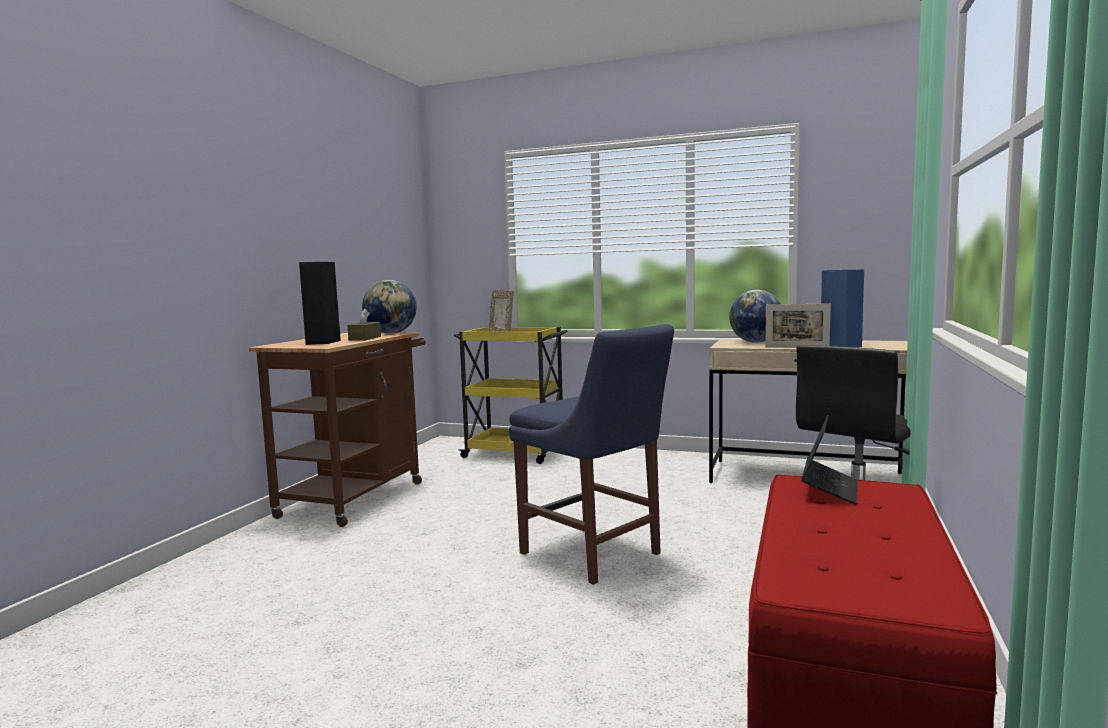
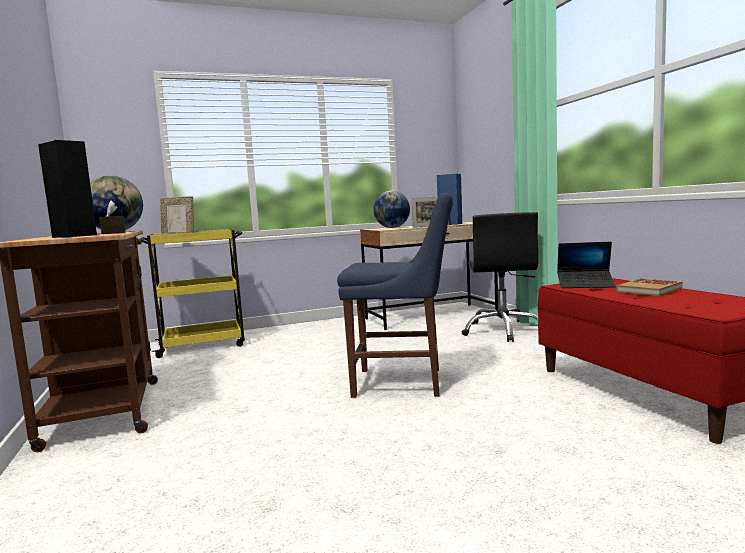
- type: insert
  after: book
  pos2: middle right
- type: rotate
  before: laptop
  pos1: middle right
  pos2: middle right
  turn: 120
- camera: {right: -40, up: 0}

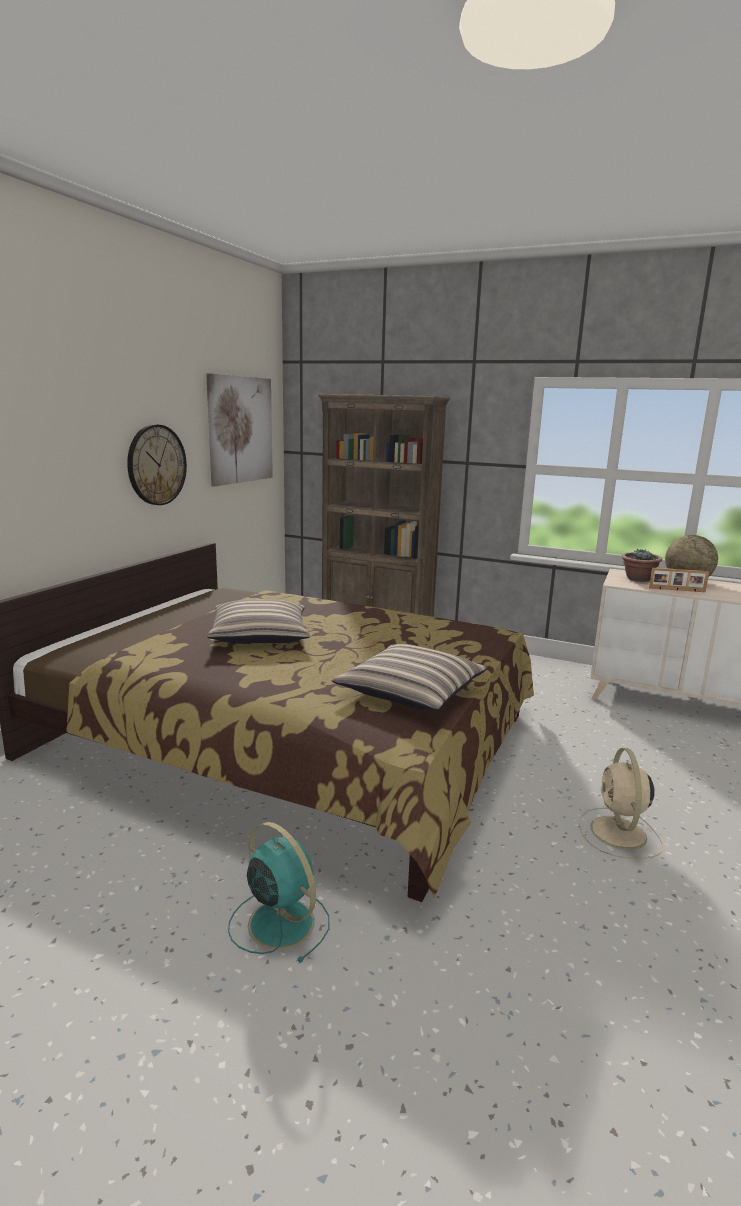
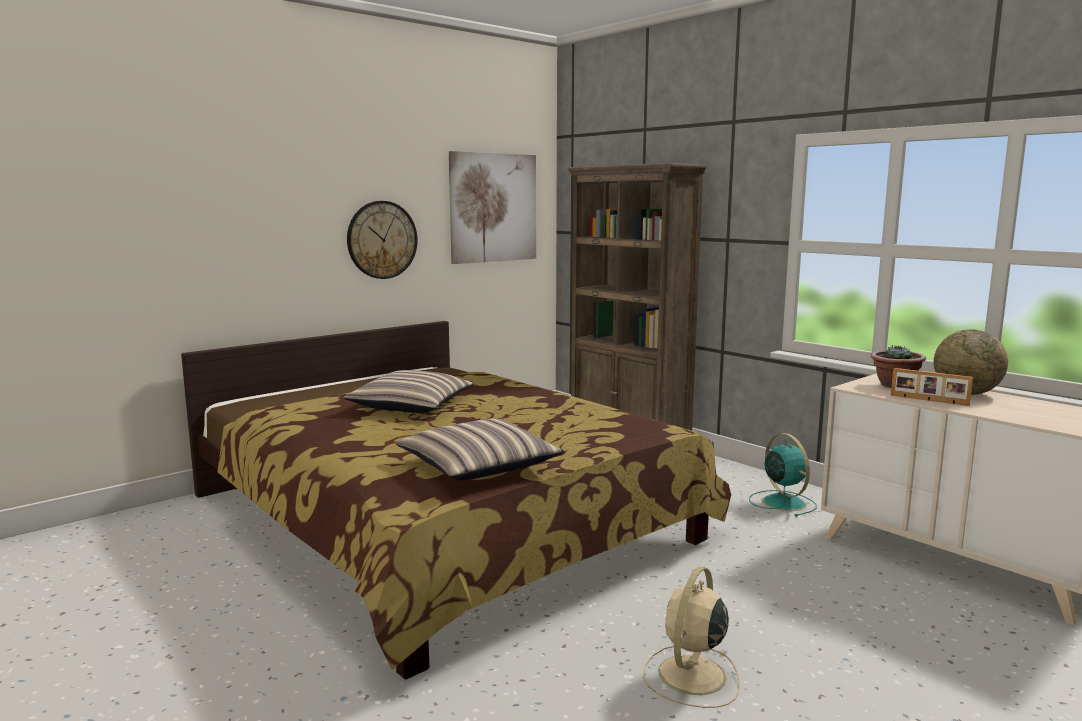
- type: move
  before: turquoise_fan
  pos1: bottom centre
  pos2: middle right
- camera: {right: 25, up: -5}

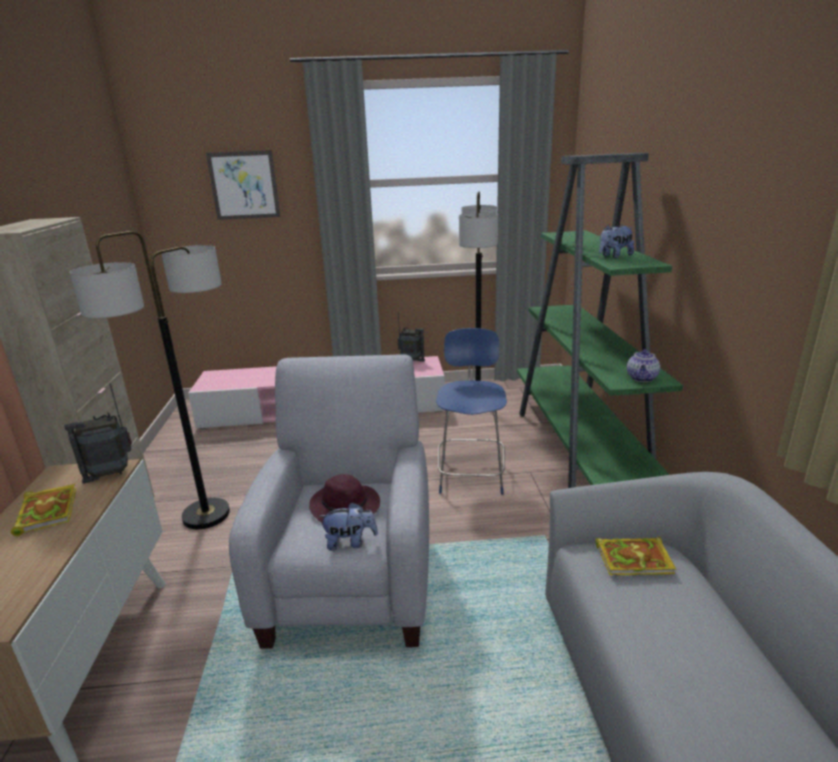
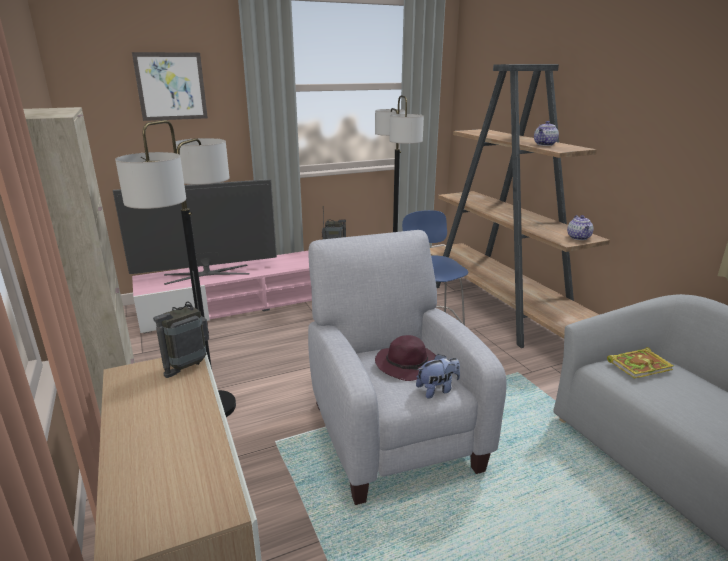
- type: delete
  before: book (1st from left)
  pos1: bottom left
- type: insert
  after: television
  pos2: middle left
- type: replace
  before: plush_toy (2nd from left)
  after: teapot (1st from left)
  pos1: top right
  pos2: top right
- type: recolor
  before: green_bookcase
  after: brown_bookcase
  pos1: middle right
  pos2: middle right
- camera: {right: -20, up: 0}

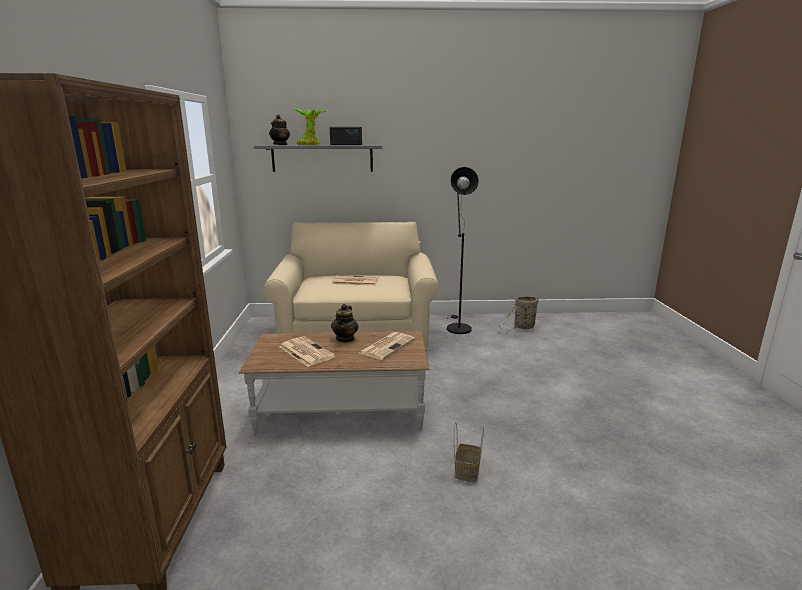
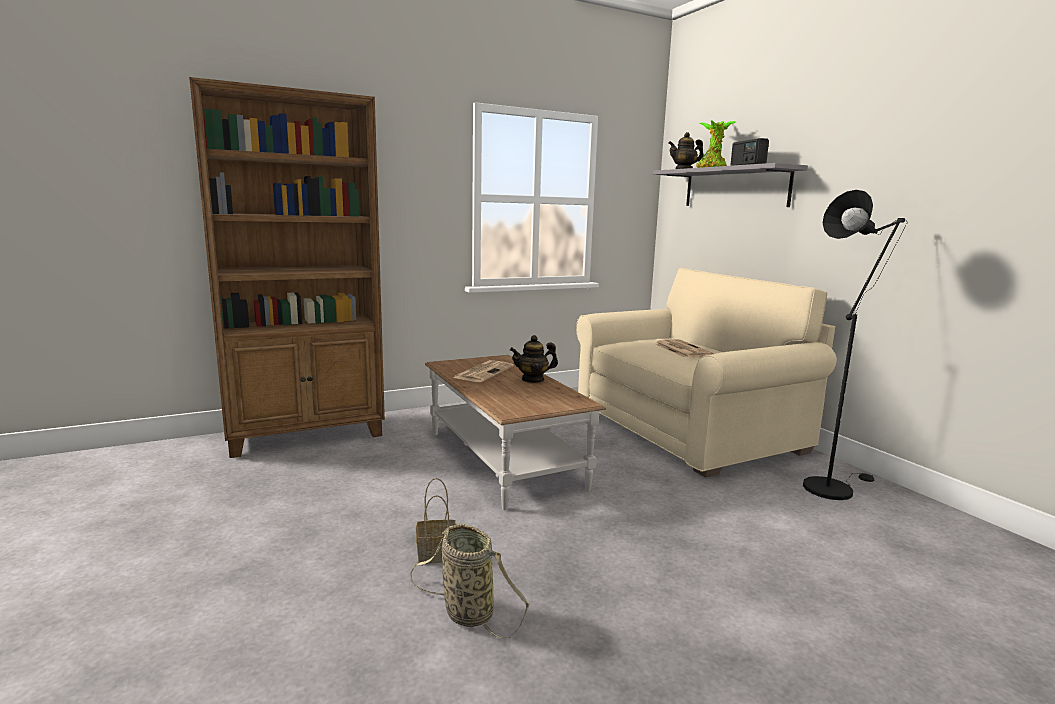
- type: delete
  before: newspaper (3rd from left)
  pos1: centre
- type: move
  before: basket (2nd from left)
  pos1: centre
  pos2: bottom centre
- camera: {right: 65, up: -5}

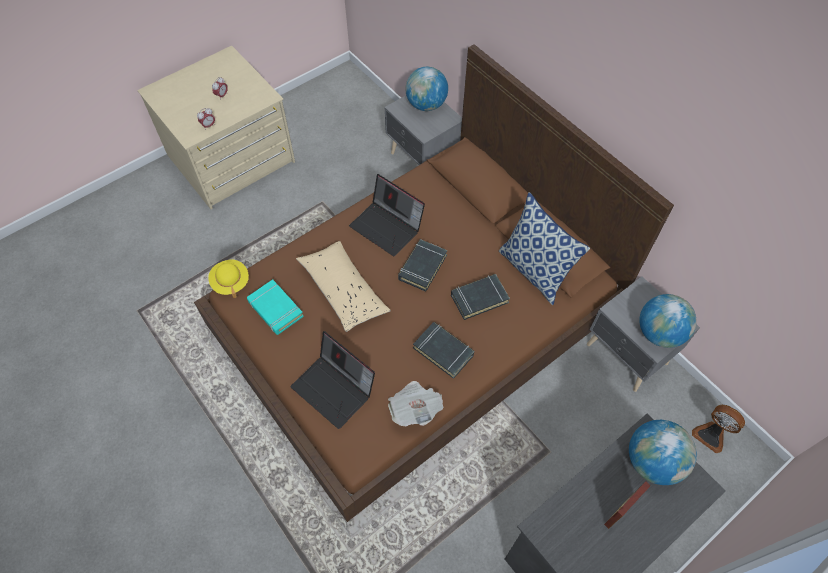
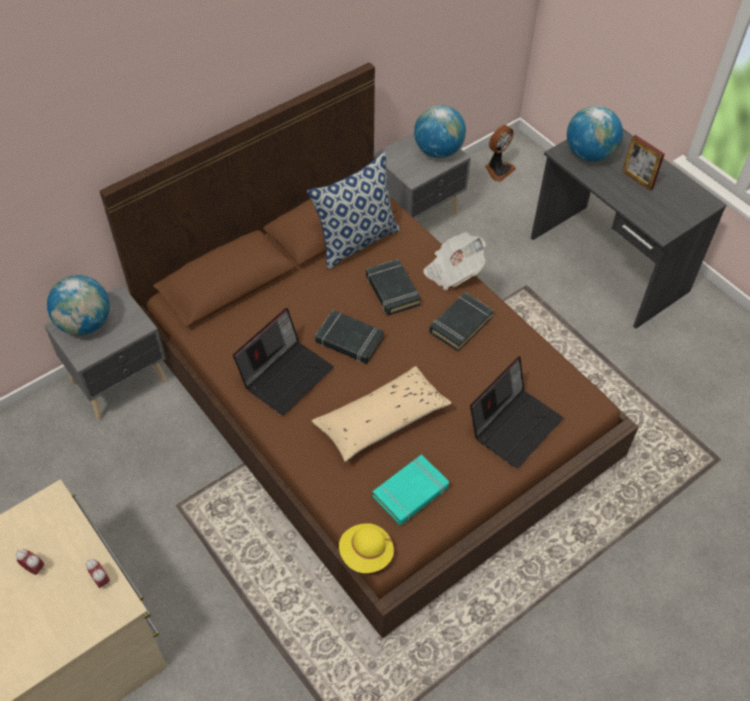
- type: move
  before: newspaper
  pos1: bottom centre
  pos2: centre
- camera: {right: -90, up: -5}

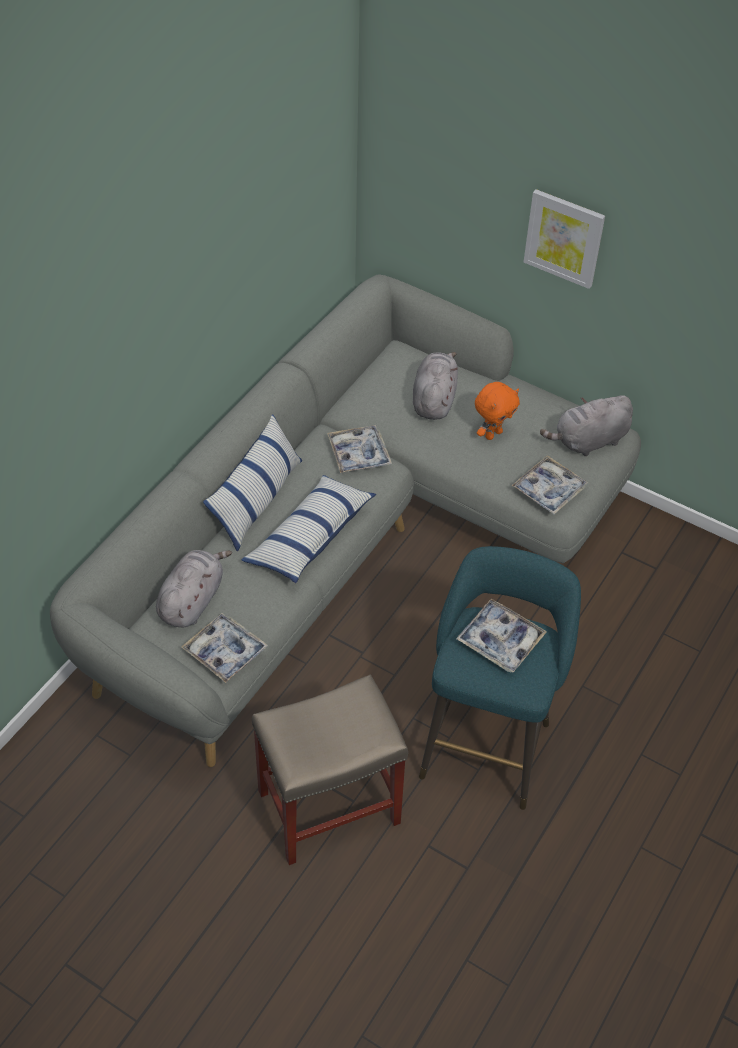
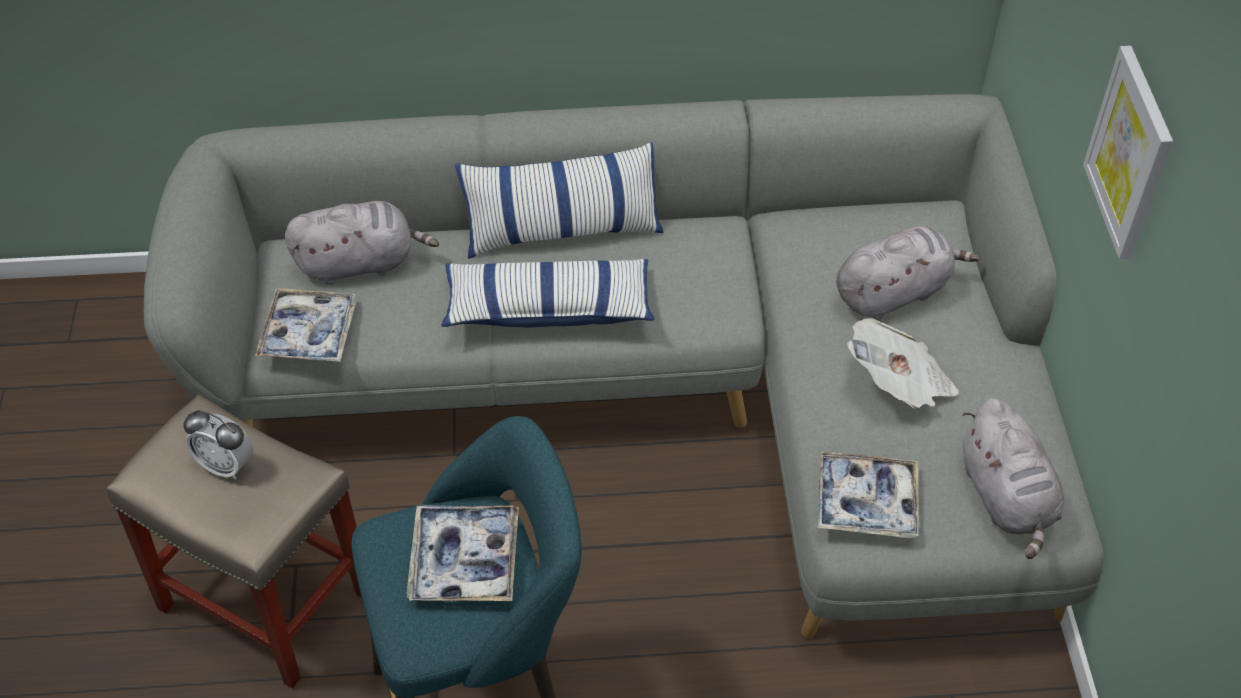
- type: delete
  before: tray (2nd from left)
  pos1: centre
- type: insert
  after: alarm_clock
  pos2: middle left
- type: replace
  before: orange_plush_toy
  after: newspaper
  pos1: middle right
  pos2: middle right
- type: rotate
  before: grey_plush_toy (3rd from left)
  pos1: middle right
  pos2: bottom right
  turn: -135
- camera: {right: 55, up: 0}

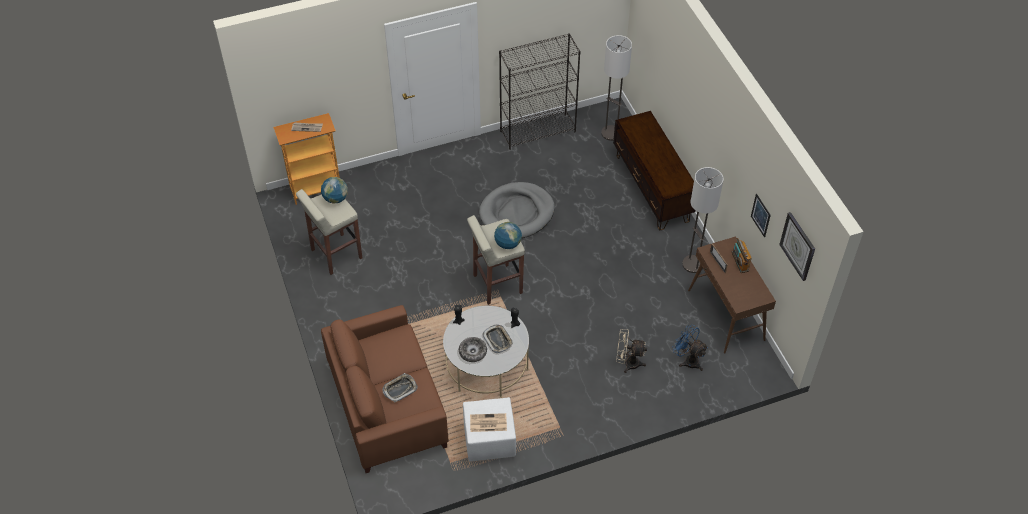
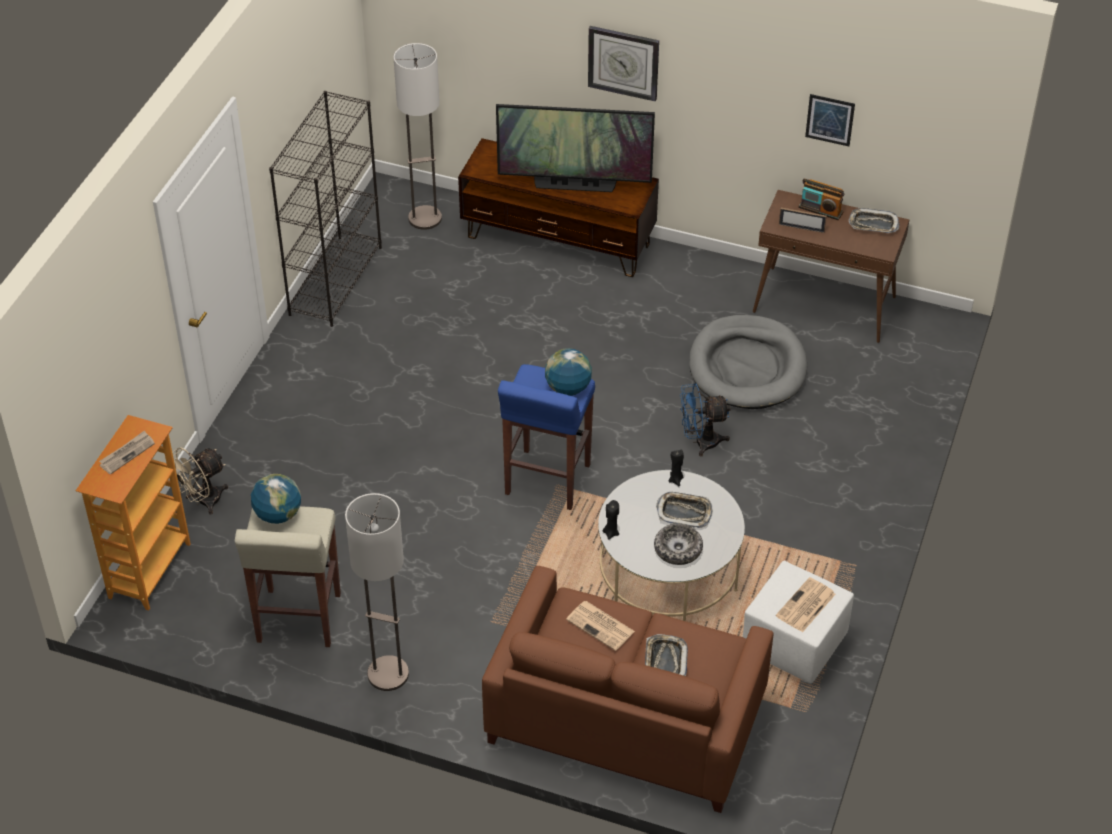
- type: insert
  after: television
  pos2: top centre
- type: insert
  after: newspaper (2nd from left)
  pos2: bottom centre
- type: insert
  after: tray (3rd from left)
  pos2: top right
- type: move
  before: grey_dog_bed
  pos1: centre
  pos2: middle right
- type: move
  before: beige_fan
  pos1: bottom centre
  pos2: middle left
- type: move
  before: blue_fan
  pos1: bottom right
  pos2: centre
- type: move
  before: floor_lamp (2nd from left in the first image)
  after: floor_lamp (1st from left)
  pos1: middle right
  pos2: bottom centre
- type: move
  before: wall_clock
  pos1: middle right
  pos2: top centre
- type: recolor
  before: beige_stool (2nd from left)
  after: blue_stool
  pos1: centre
  pos2: centre
- camera: {right: -50, up: -5}

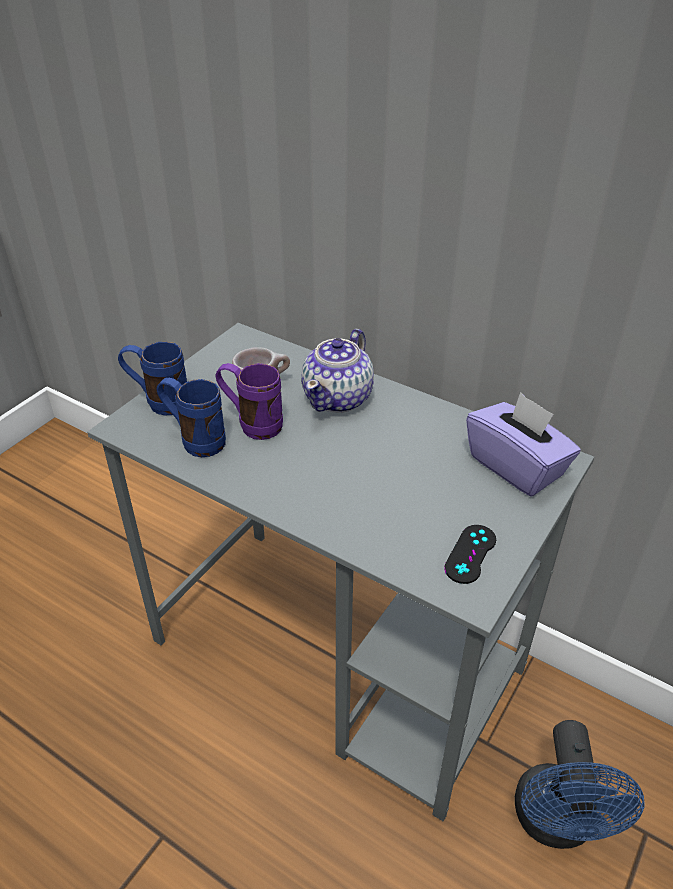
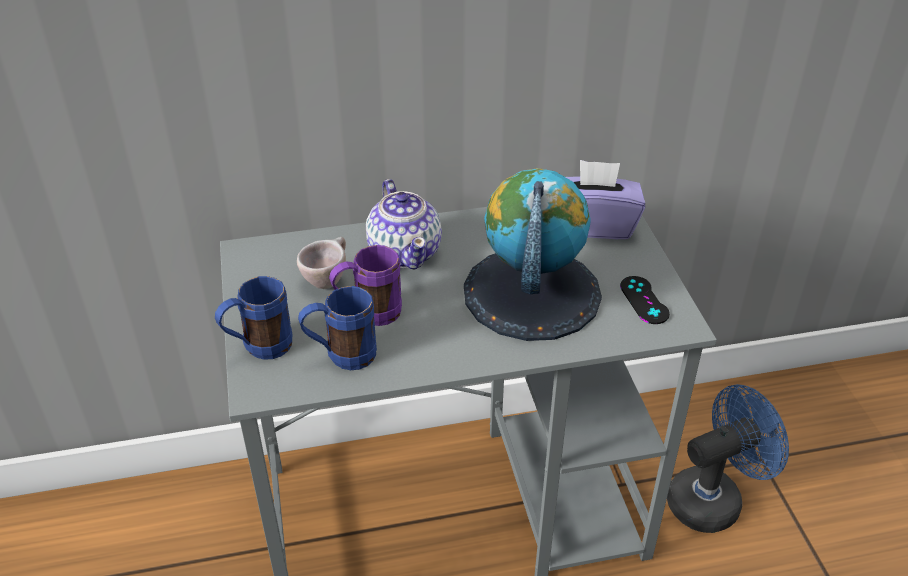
- type: insert
  after: globe
  pos2: centre
- type: rotate
  before: blue_fan
  pos1: bottom right
  pos2: bottom right
  turn: -75
- camera: {right: -45, up: 0}

